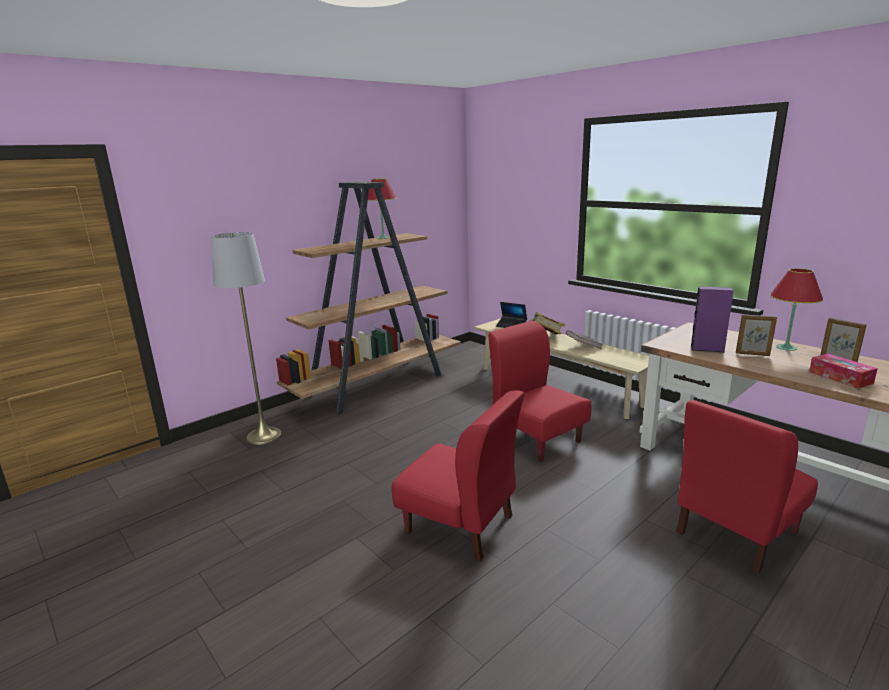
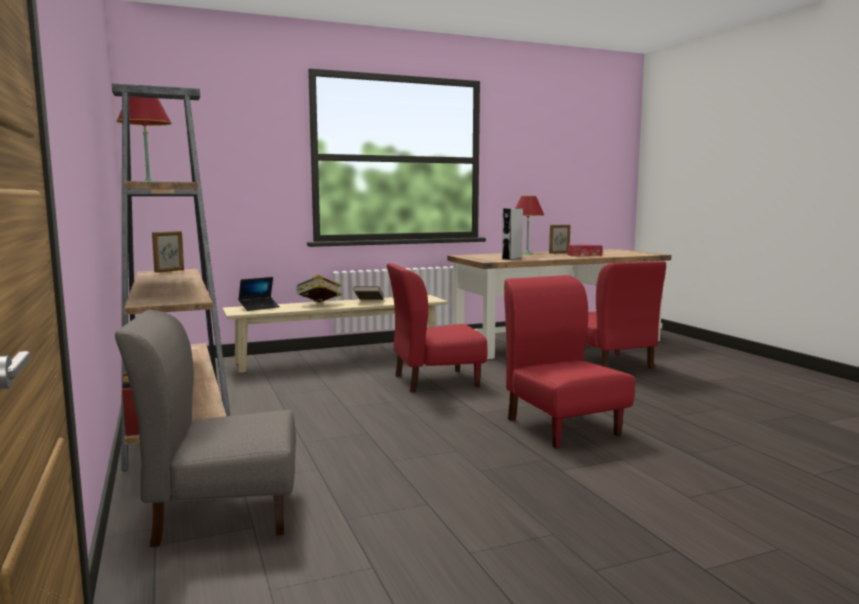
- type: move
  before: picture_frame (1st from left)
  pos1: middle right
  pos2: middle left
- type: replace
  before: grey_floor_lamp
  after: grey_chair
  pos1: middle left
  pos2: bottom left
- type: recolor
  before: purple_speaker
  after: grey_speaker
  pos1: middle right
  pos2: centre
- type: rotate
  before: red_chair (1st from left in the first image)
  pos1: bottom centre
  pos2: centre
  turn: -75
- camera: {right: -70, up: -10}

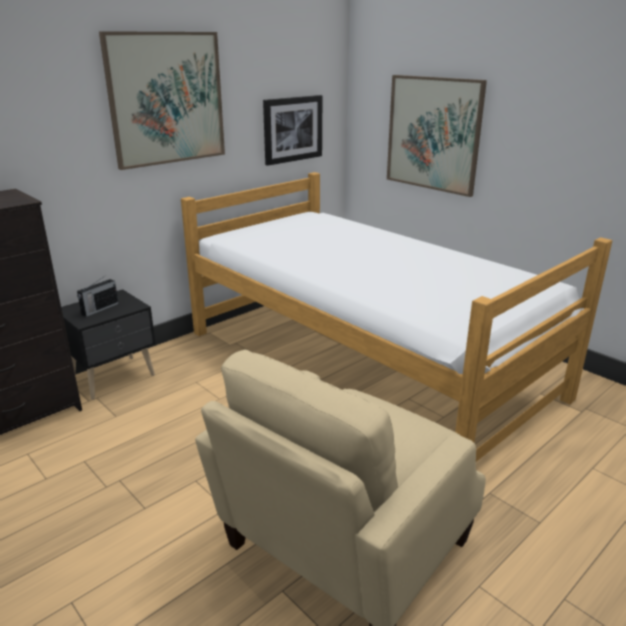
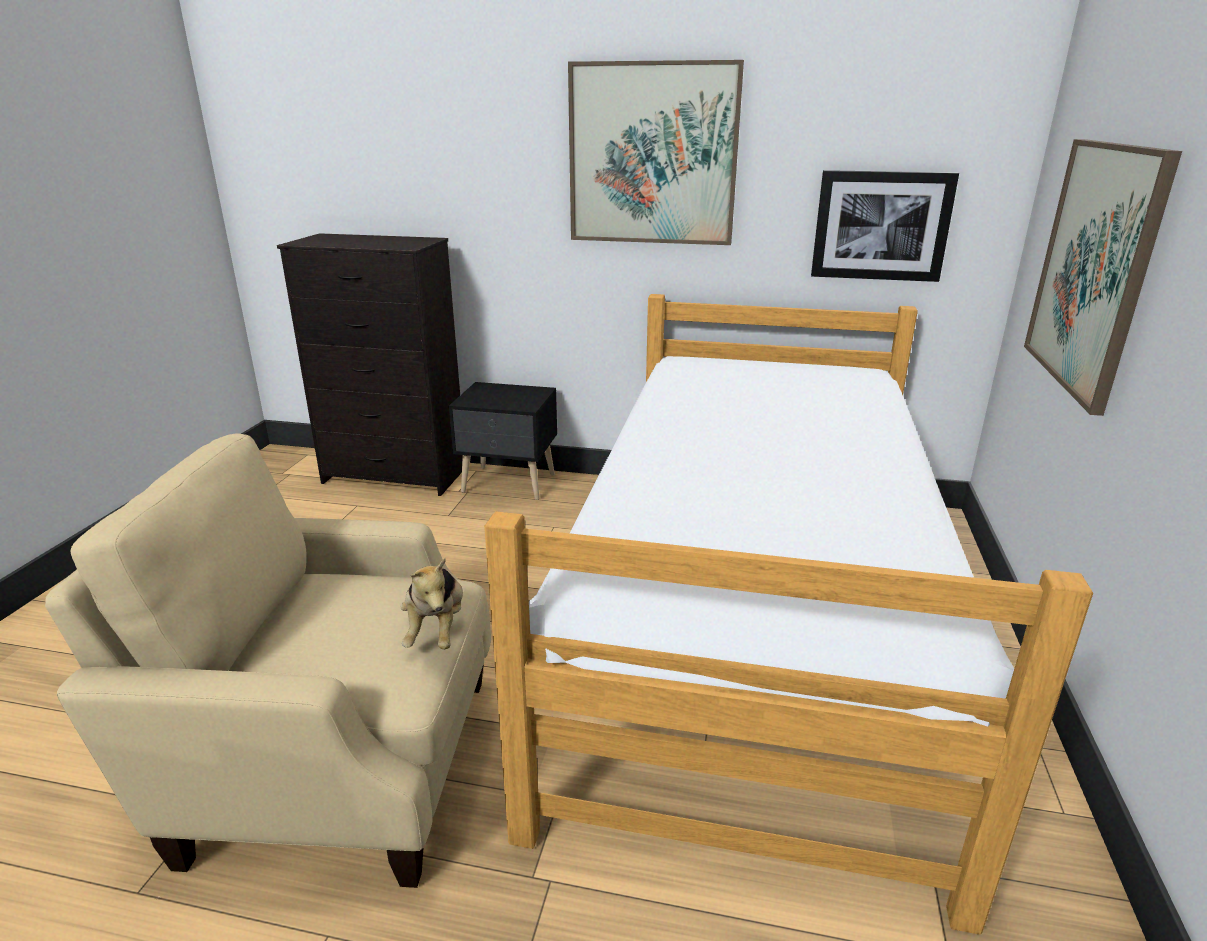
- type: delete
  before: radio
  pos1: middle left
- type: insert
  after: plush_toy
  pos2: centre
- camera: {right: 55, up: 0}

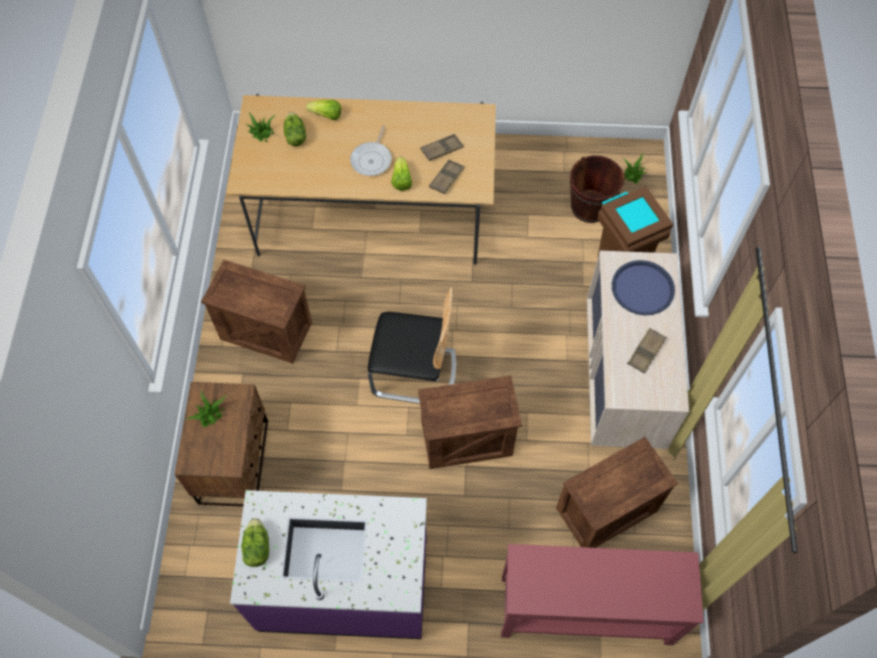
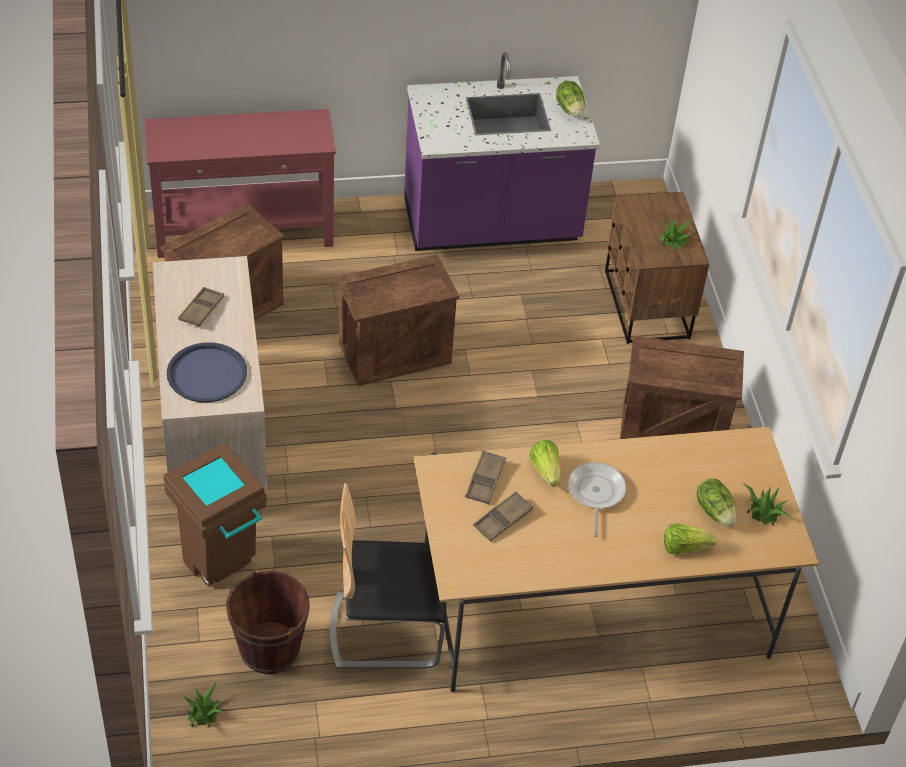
- type: move
  before: chair
  pos1: centre
  pos2: bottom centre
- camera: {right: 165, up: -15}

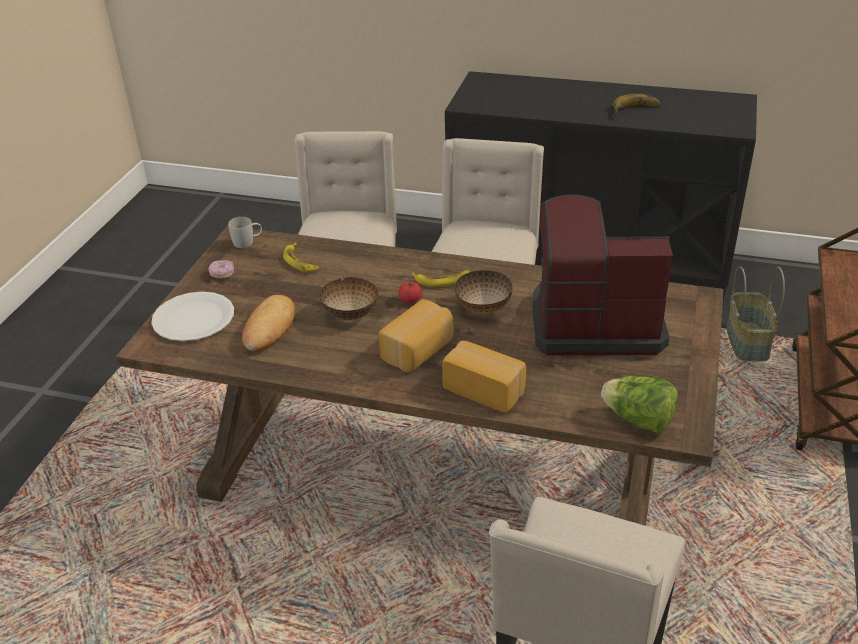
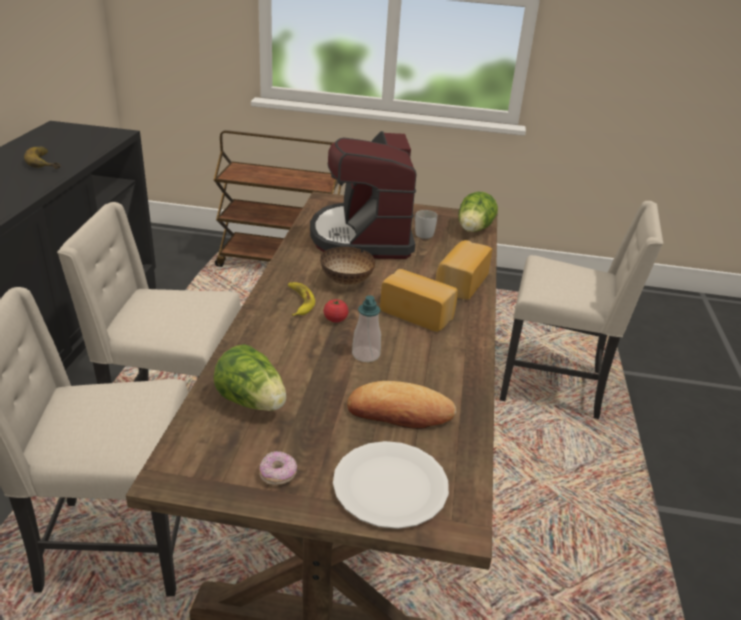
- type: delete
  before: basket
  pos1: middle right
- type: move
  before: white_mug
  pos1: middle left
  pos2: centre
- type: replace
  before: banana (1st from left)
  after: lettuce (1st from left)
  pos1: centre
  pos2: centre
- type: replace
  before: bowl (1st from left)
  after: soap_dispenser
  pos1: centre
  pos2: centre
- camera: {right: -100, up: -5}

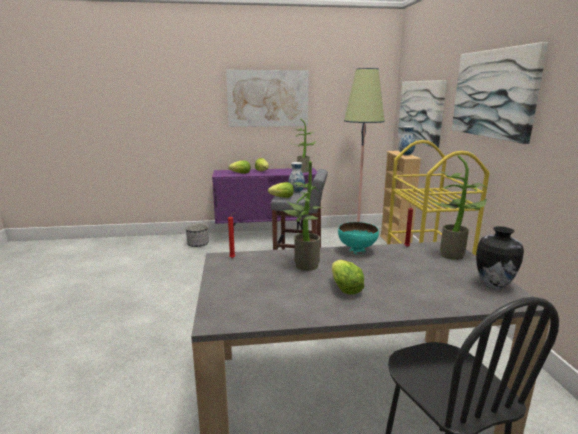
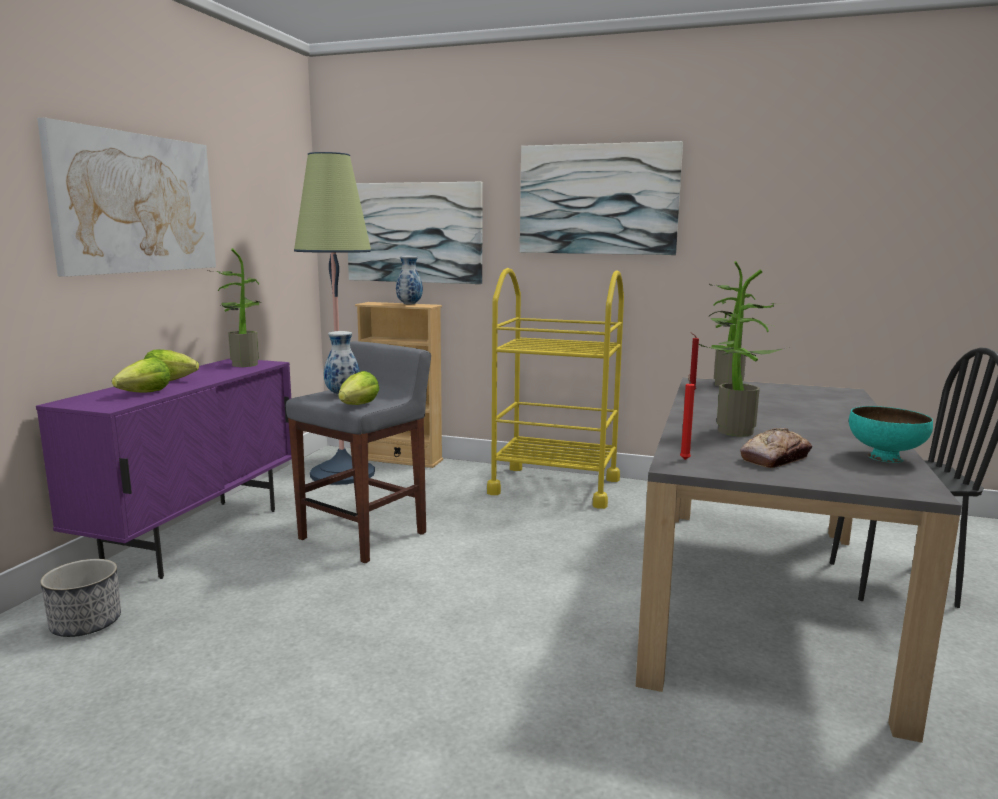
- type: delete
  before: lettuce (4th from left)
  pos1: centre
- type: delete
  before: vase (3rd from left)
  pos1: middle right
- type: insert
  after: bread
  pos2: middle right
- type: move
  before: turquoise_bowl
  pos1: centre
  pos2: middle right
- camera: {right: -65, up: -5}

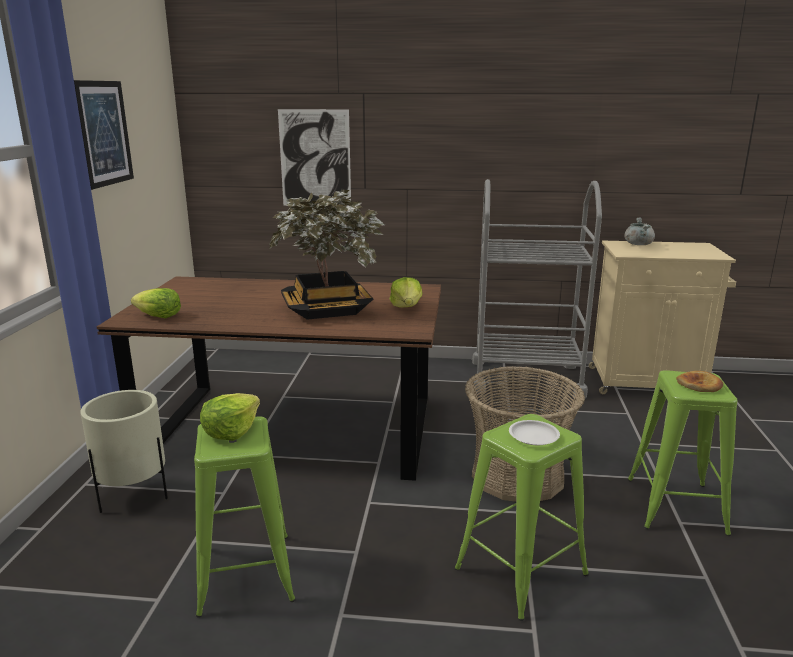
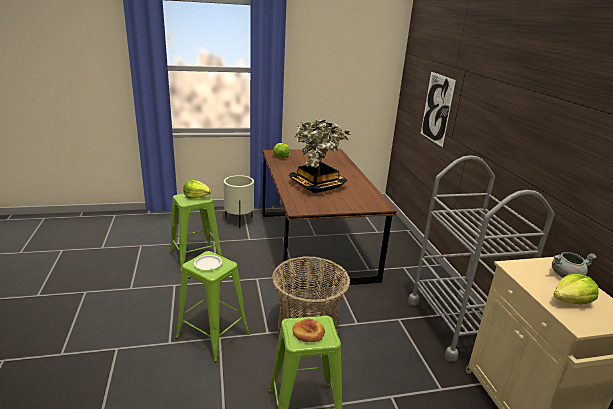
- type: delete
  before: picture (1st from left)
  pos1: top left
- type: move
  before: lettuce (3rd from left)
  pos1: centre
  pos2: bottom right
- camera: {right: 70, up: 5}

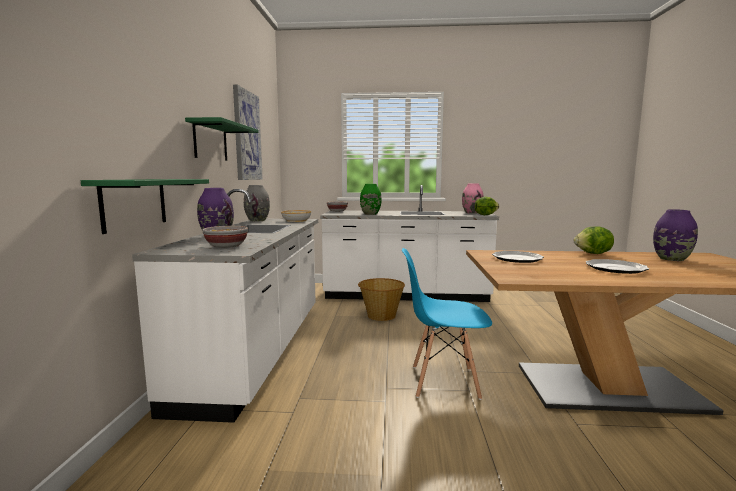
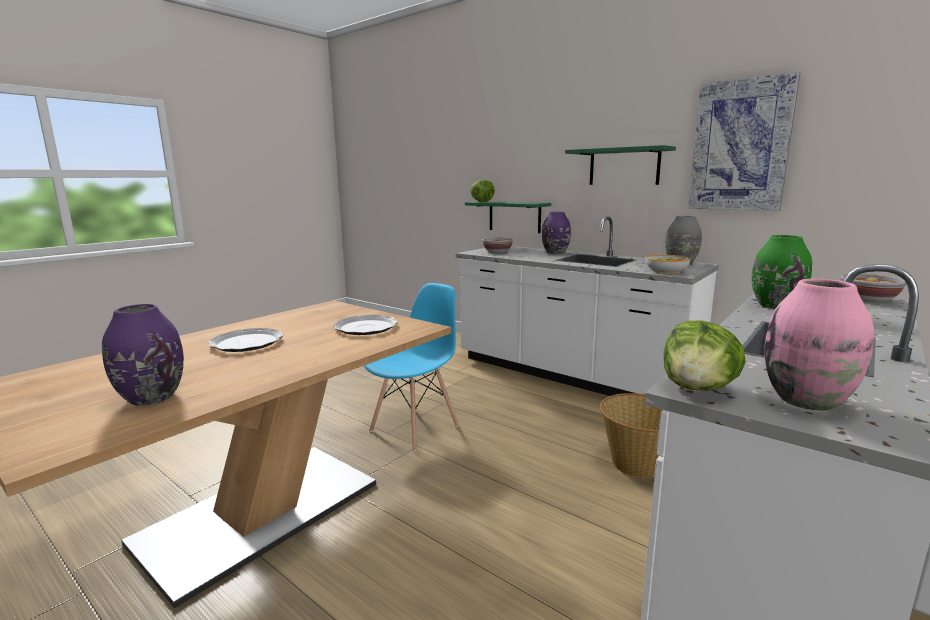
- type: move
  before: lettuce (2nd from left in the first image)
  after: lettuce (1st from left)
  pos1: middle right
  pos2: top centre
- camera: {right: 125, up: 5}

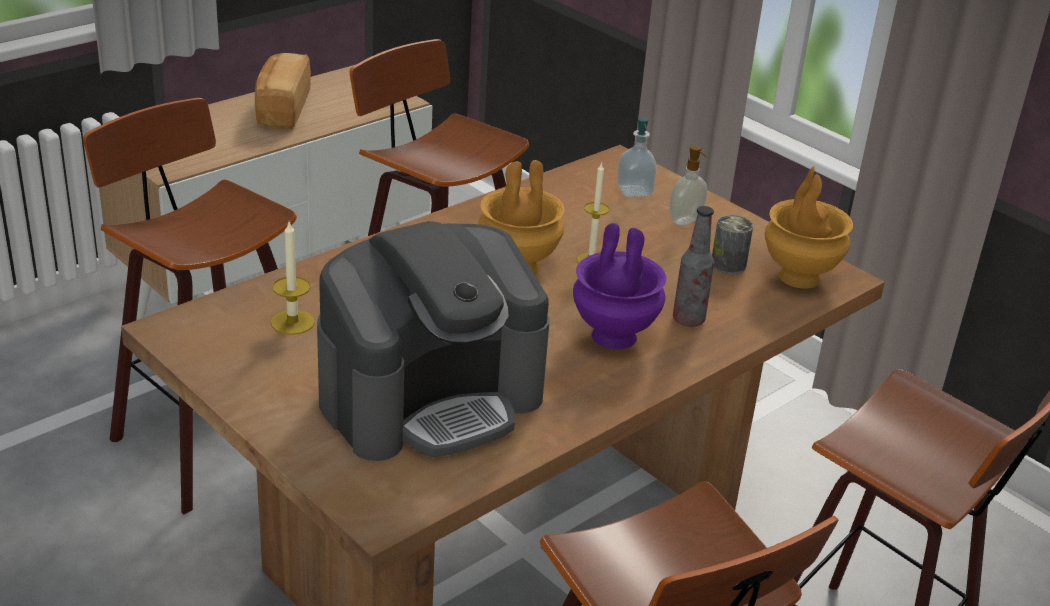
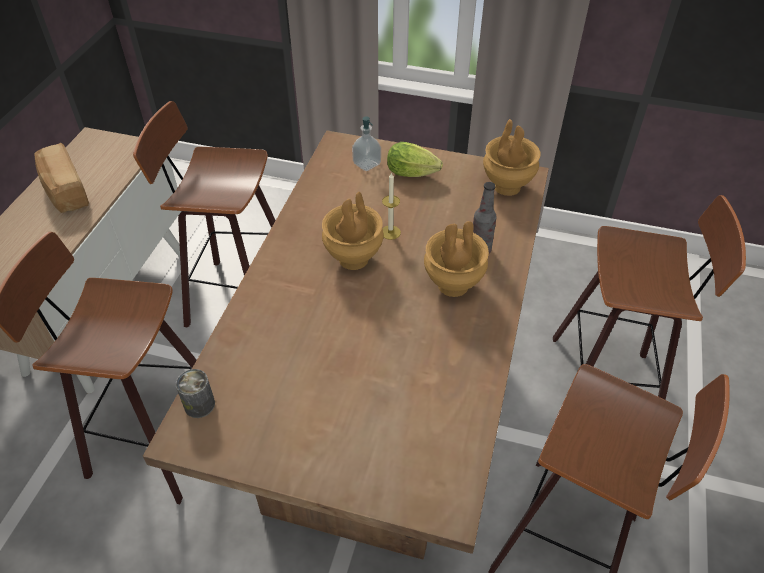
- type: delete
  before: candle (1st from left)
  pos1: middle left
- type: delete
  before: coffee_machine
  pos1: centre
- type: move
  before: can
  pos1: middle right
  pos2: bottom left
- type: replace
  before: soap_dispenser (2nd from left)
  after: lettuce
  pos1: top centre
  pos2: top centre
- type: recolor
  before: purple_vase
  after: brown_vase (2nd from left)
  pos1: centre
  pos2: centre
- camera: {right: -30, up: 15}

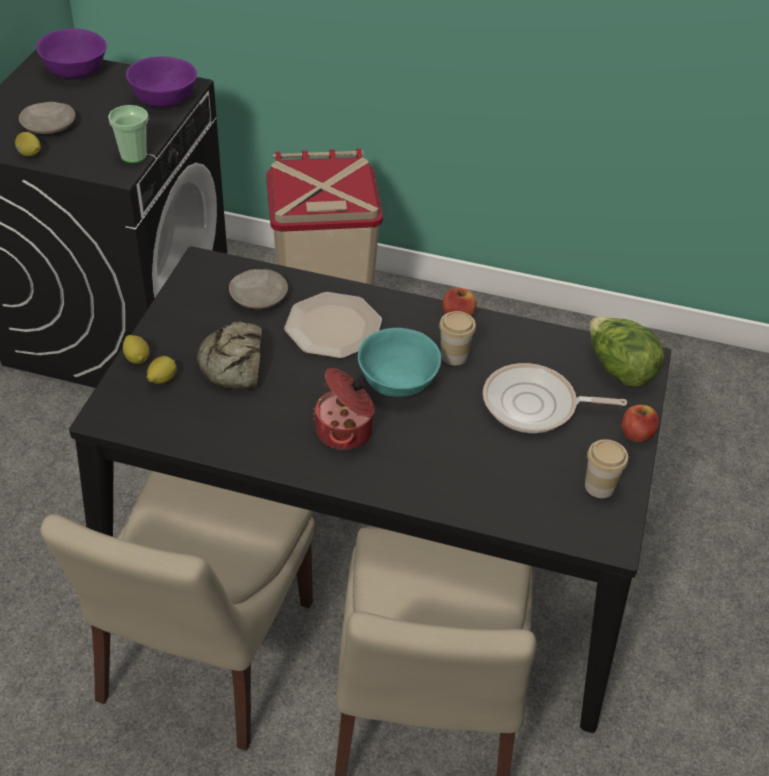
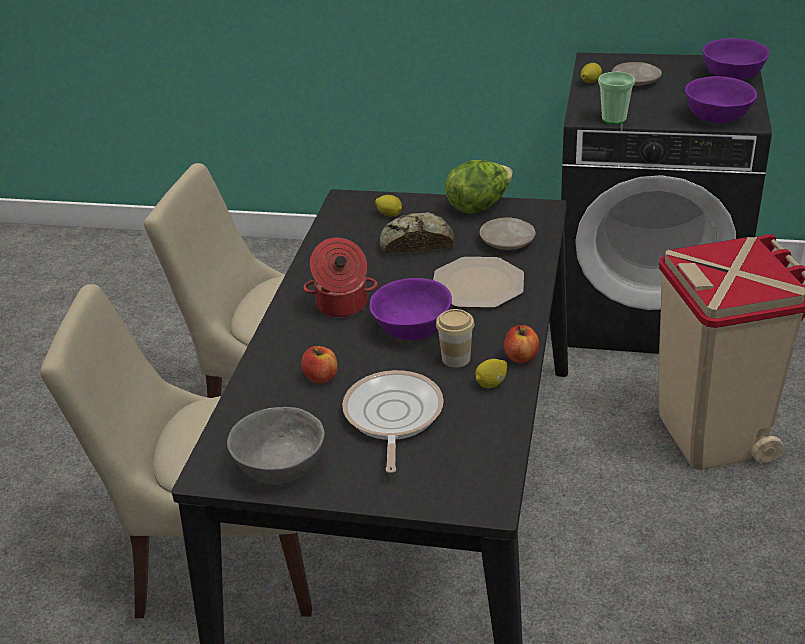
- type: move
  before: lemon (2nd from left)
  pos1: middle left
  pos2: centre
- type: move
  before: lettuce
  pos1: middle right
  pos2: top centre
- type: move
  before: apple (2nd from left in the first image)
  after: apple (1st from left)
  pos1: middle right
  pos2: centre
- type: replace
  before: cup (3rd from left)
  after: grey_bowl
  pos1: middle right
  pos2: bottom centre
- type: recolor
  before: turquoise_bowl
  after: purple_bowl (1st from left)
  pos1: centre
  pos2: centre
- camera: {right: 90, up: -10}

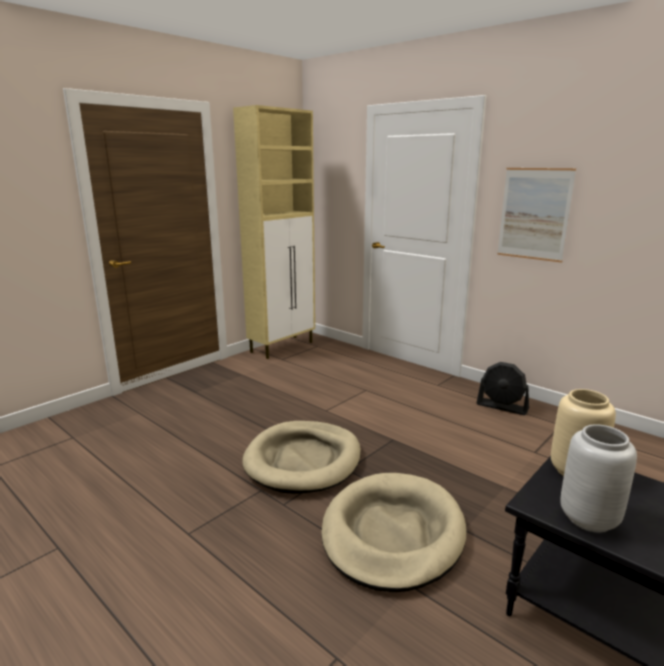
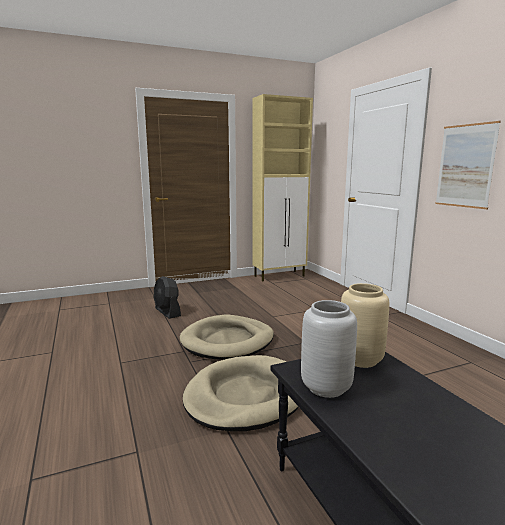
- type: move
  before: black_fan
  pos1: middle right
  pos2: middle left
- camera: {right: 25, up: -5}

